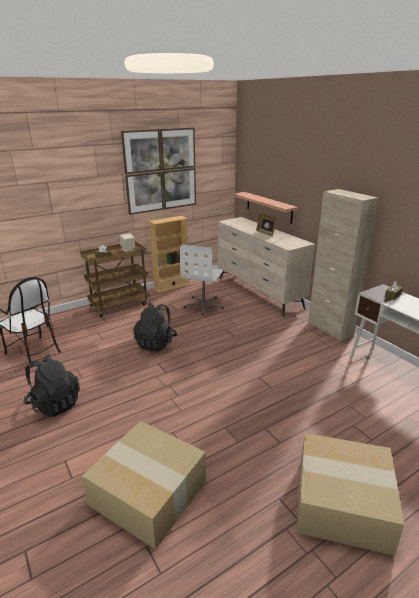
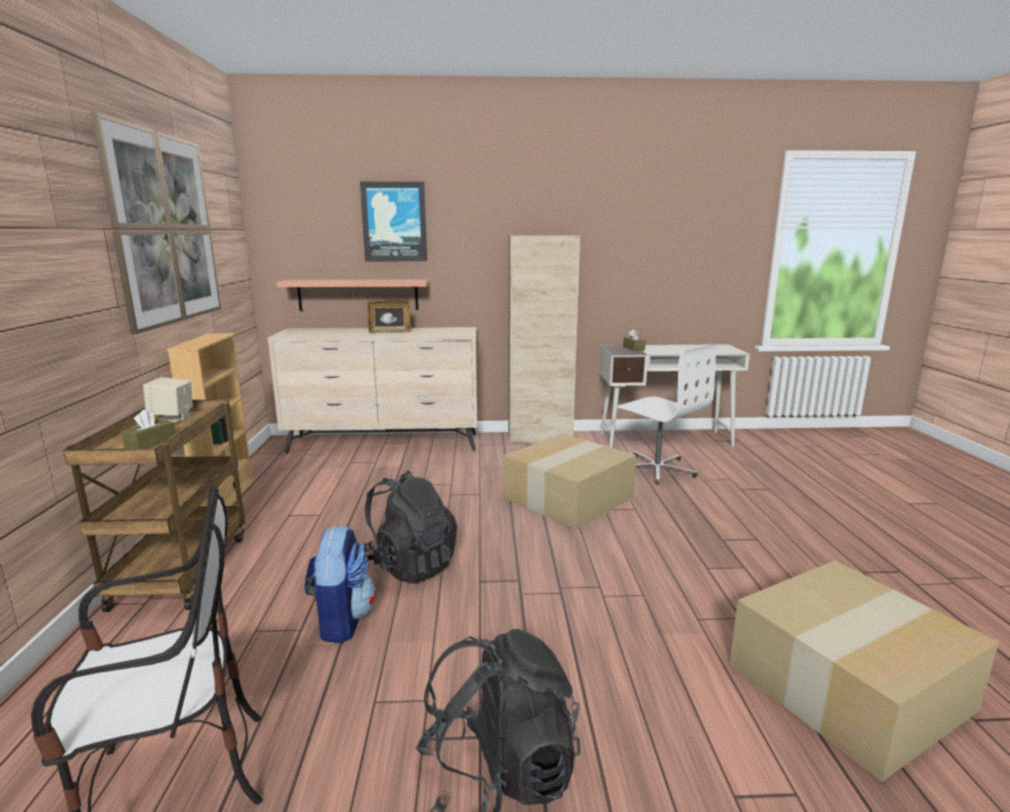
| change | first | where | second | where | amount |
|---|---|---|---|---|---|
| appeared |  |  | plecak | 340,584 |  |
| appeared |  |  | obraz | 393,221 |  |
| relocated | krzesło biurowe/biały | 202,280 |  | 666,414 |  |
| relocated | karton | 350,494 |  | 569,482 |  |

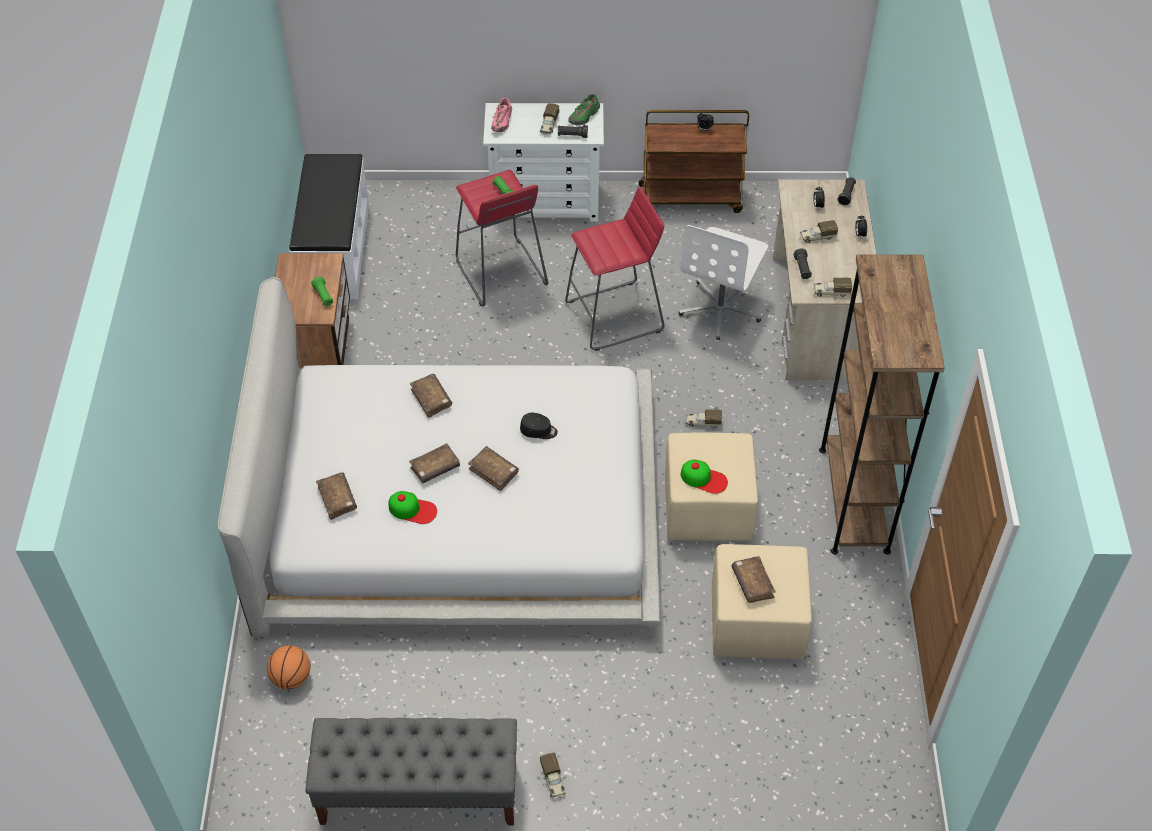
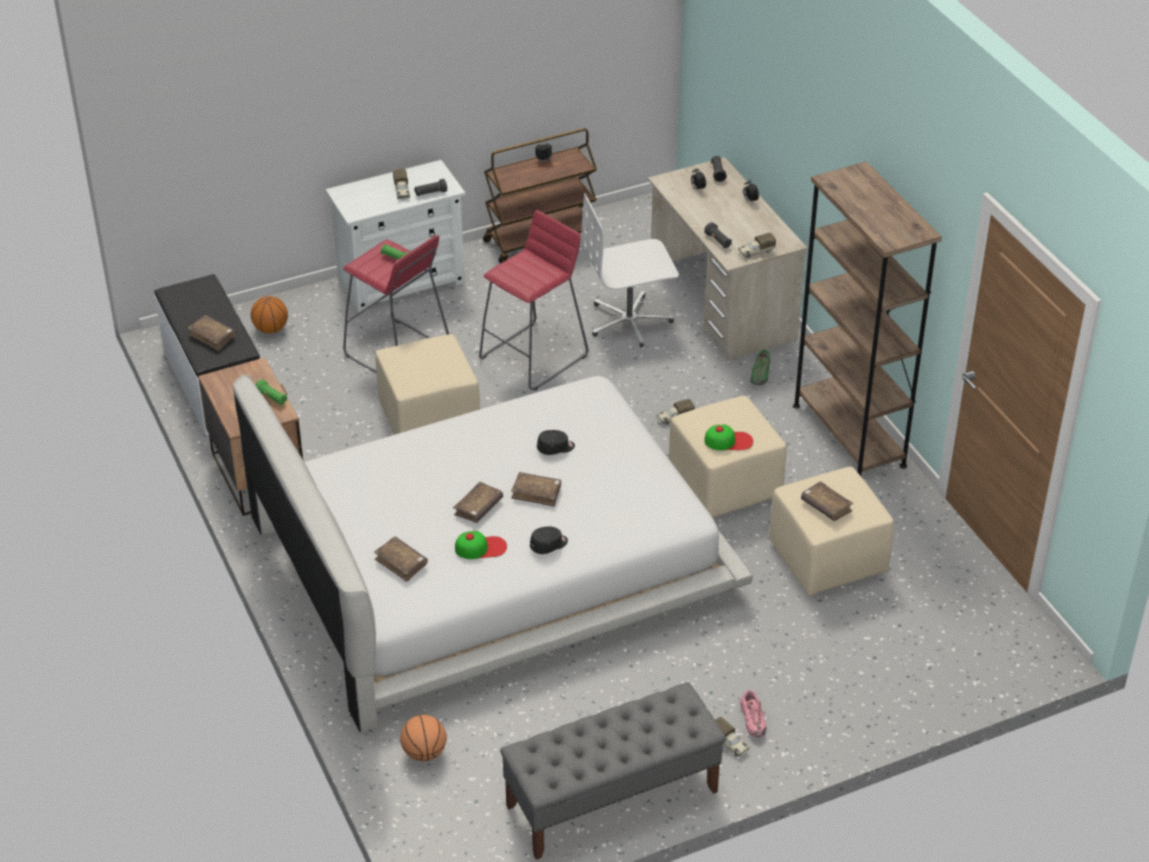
| change | first | where | second | where | amount |
|---|---|---|---|---|---|
| missing | ciężarówka zabawkowa | 819,231 |  |  |  |
| appeared |  |  | piłka do koszykówki | 269,315 |  |
| appeared |  |  | pufa/beżowy | 427,384 |  |
| appeared |  |  | czapka z daszkiem/czarny | 549,540 |  |
| relocated | książka/brązowy | 431,396 |  | 211,333 |  |
| relocated | but/różowy | 501,115 |  | 753,713 |  |
| relocated | but/zielony | 584,110 |  | 760,367 |  |
| spun | krzesło biurowe/biały | 723,282 |  | 630,270 | 75 degrees clockwise |

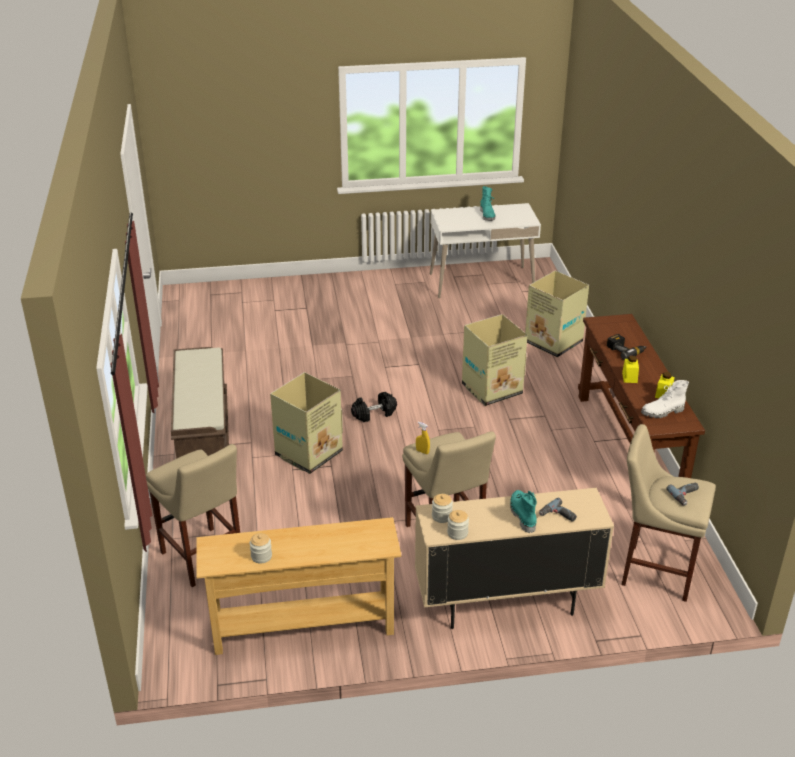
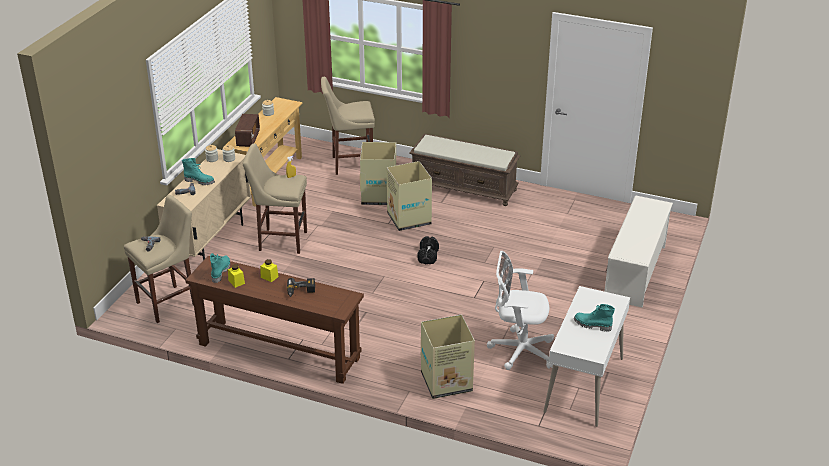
| change | first | where | second | where | amount |
|---|---|---|---|---|---|
| appeared |  |  | radio | 247,130 |  |
| appeared |  |  | krzesło biurowe/biały | 520,310 |  |
| appeared |  |  | regał na buty/biały | 638,252 |  |
| relocated | karton | 494,360 |  | 378,173 |  |
| colour | but z cholewką/biały | 665,399 | but z cholewką/turkusowy | 220,268 |  |

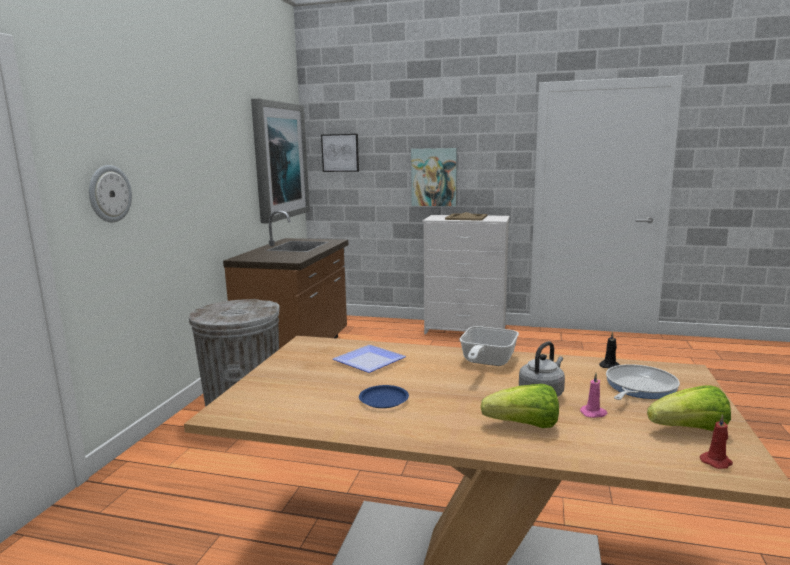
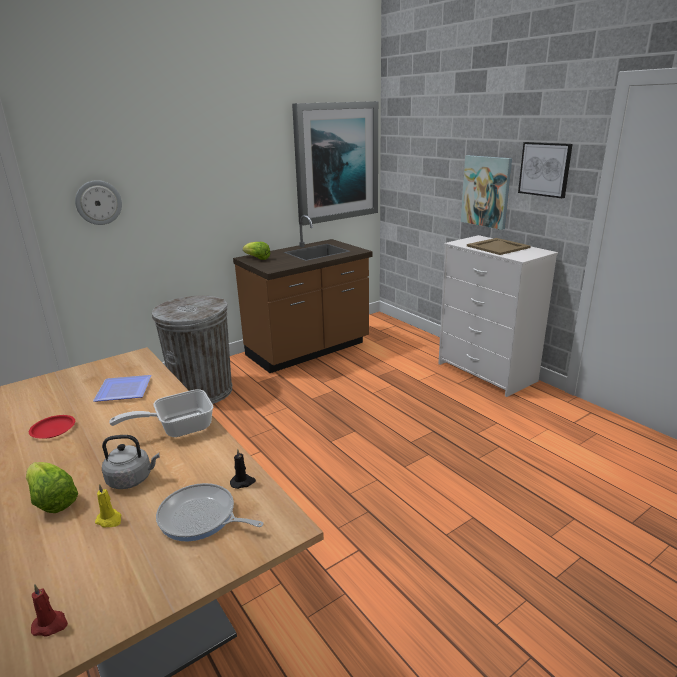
| change | first | where | second | where | amount |
|---|---|---|---|---|---|
| relocated | obraz | 340,153 |  | 545,170 |  |
| relocated | sałata | 689,408 |  | 256,251 |  |
| colour | talerz/niebieski | 384,396 | talerz/czerwony | 52,427 |  |
| colour | świeca/różowy | 594,395 | świeca/żółty | 108,506 |  |
| spun | patelnia | 643,382 |  | 210,512 | 150 degrees counterclockwise |

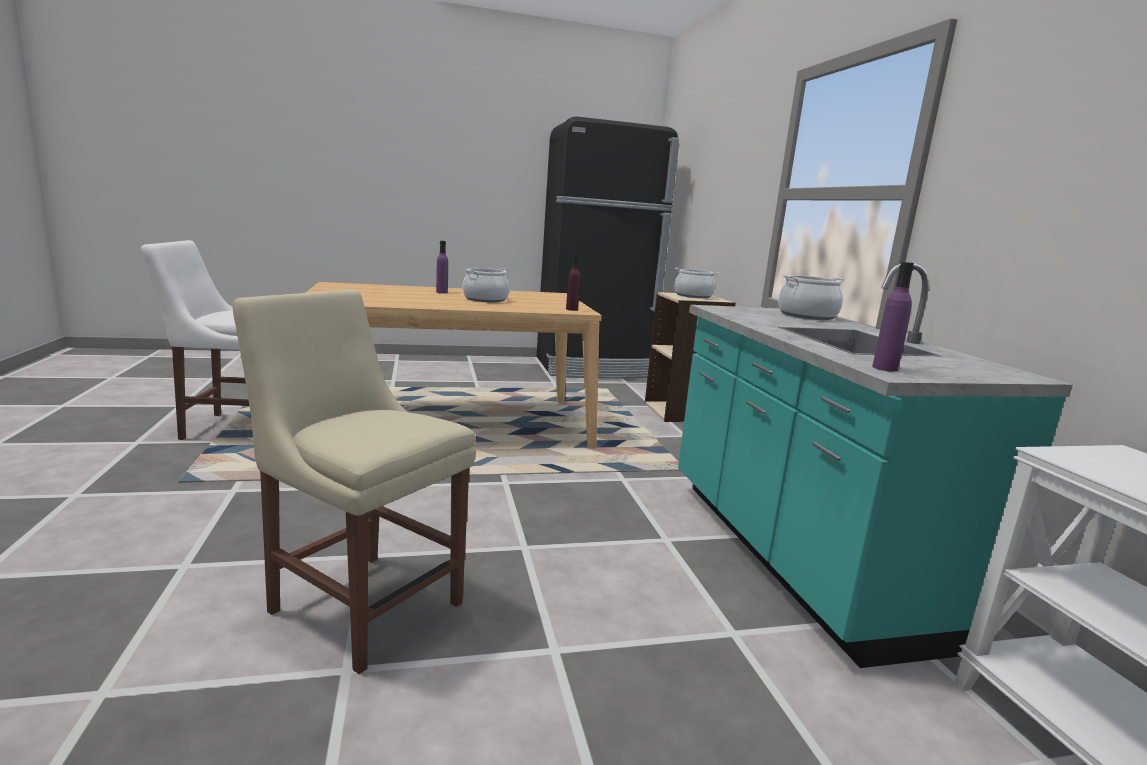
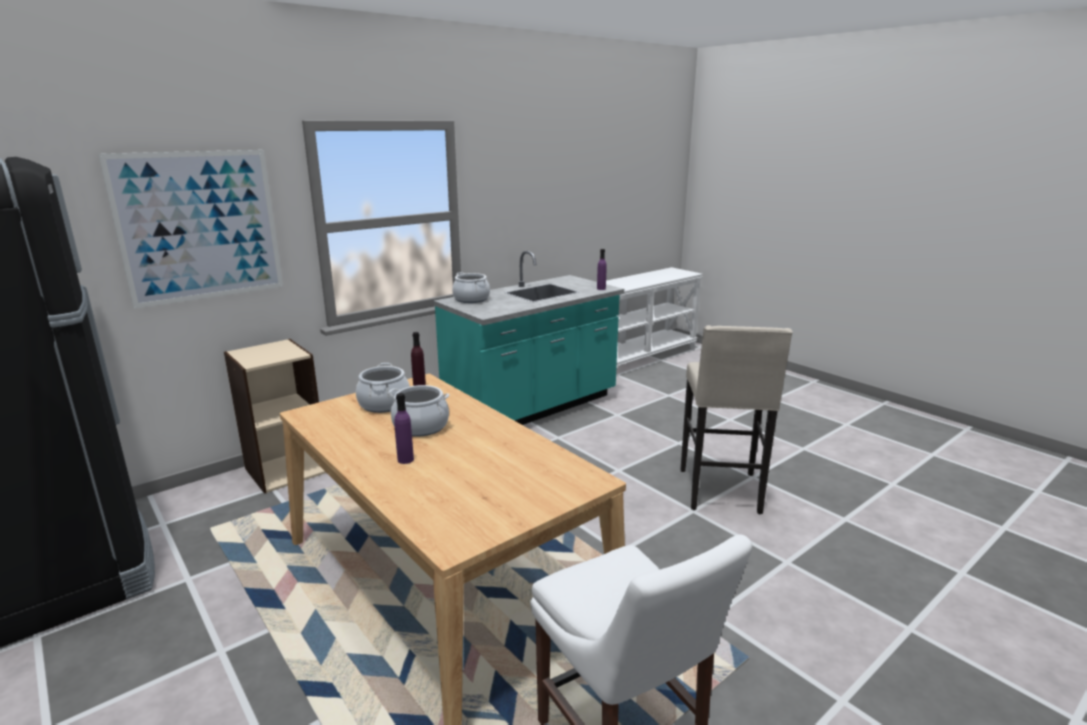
| change | first | where | second | where | amount |
|---|---|---|---|---|---|
| appeared |  |  | obraz | 190,229 |  |
| relocated | garnek | 697,283 |  | 383,388 |  |
| exchanged | krzesło/beżowy | 354,481 | stołek/beżowy | 737,419 |  |

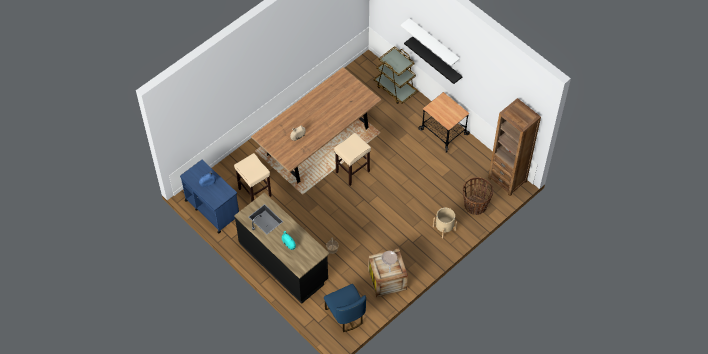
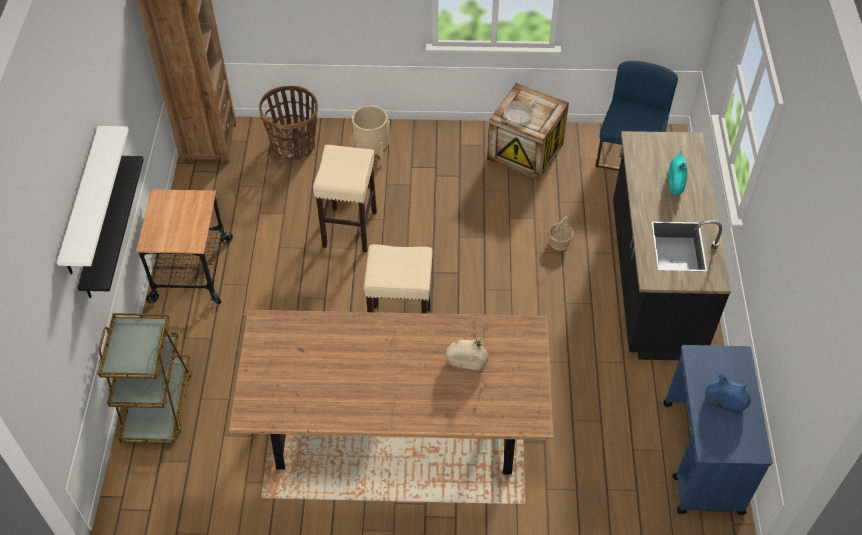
| change | first | where | second | where | amount |
|---|---|---|---|---|---|
| relocated | stołek/beżowy | 253,177 |  | 345,199 |  |

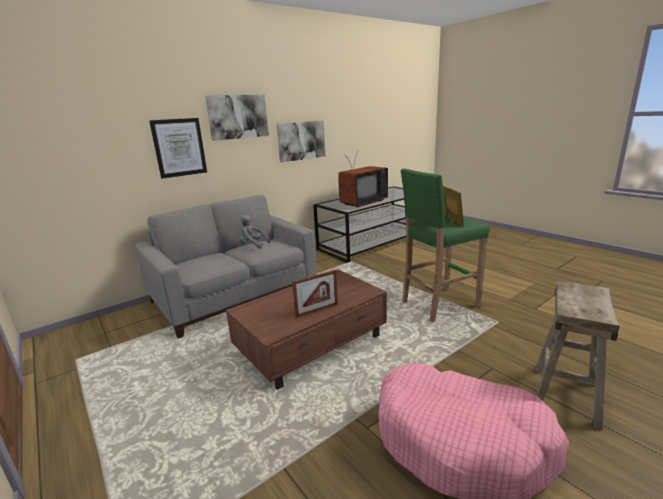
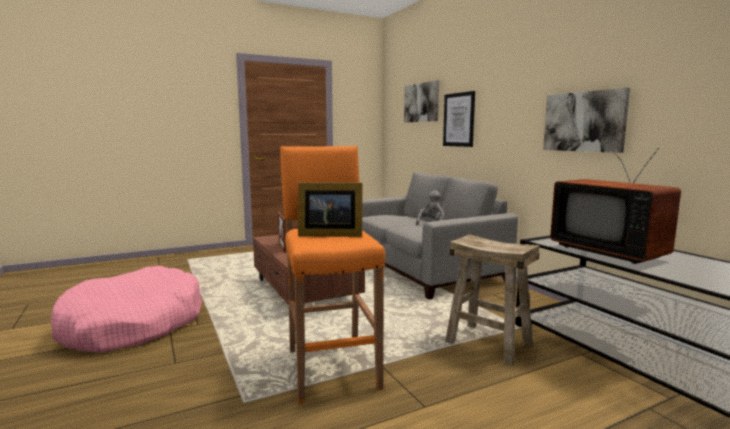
| change | first | where | second | where | amount |
|---|---|---|---|---|---|
| relocated | obraz | 237,117 |  | 421,101 |  |
| relocated | stołek/beżowy | 577,355 |  | 492,300 |  |
| colour | stołek/zielony | 445,245 | stołek/pomarańczowy | 332,274 |  |

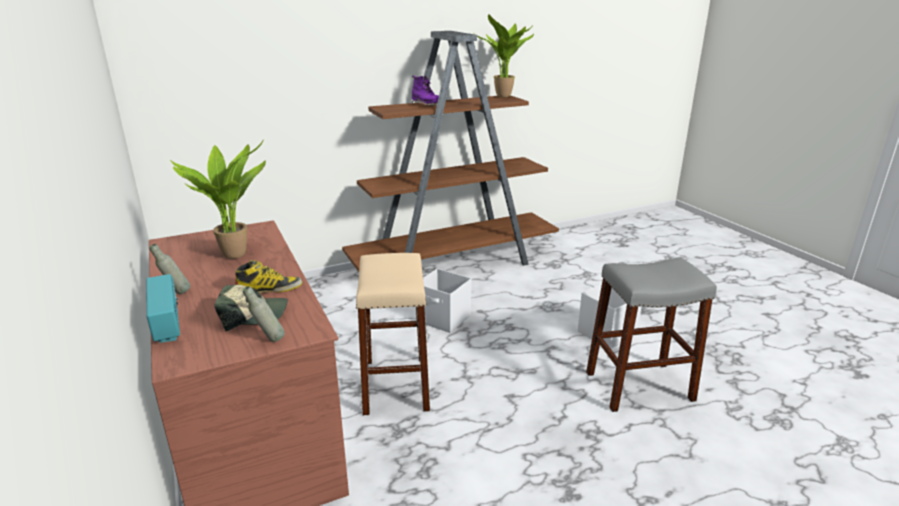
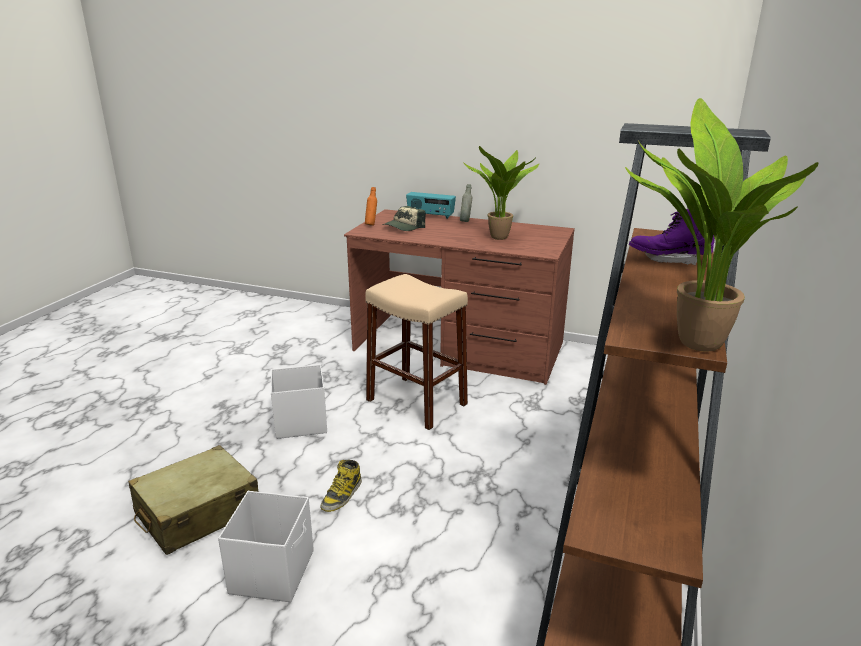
| change | first | where | second | where | amount |
|---|---|---|---|---|---|
| relocated | but z cholewką | 269,276 |  | 341,486 |  |
| relocated | pojemnik do przechowywania/biały | 444,300 |  | 299,401 |  |
| exchanged | stołek/szary | 651,334 | walizka/beżowy | 193,500 |  |
| colour | butelka/szary | 264,314 | butelka/pomarańczowy | 371,206 |  |

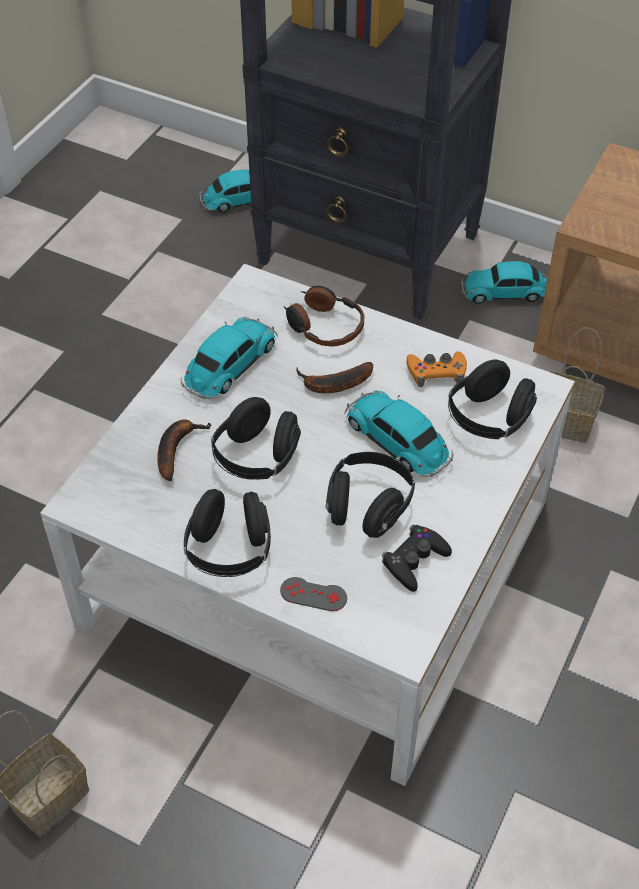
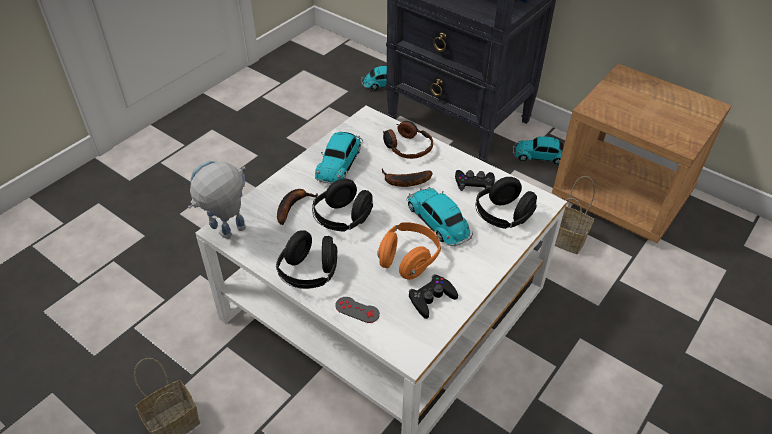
| change | first | where | second | where | amount |
|---|---|---|---|---|---|
| appeared |  |  | robot zabawkowy | 217,200 |  |
| colour | słuchawki/czarny | 370,495 | słuchawki/pomarańczowy | 409,251 |  |
| colour | pad do gier/pomarańczowy | 437,369 | pad do gier/czarny | 475,180 |  |
| spun | samochodzik | 229,358 |  | 339,158 | 150 degrees clockwise |

